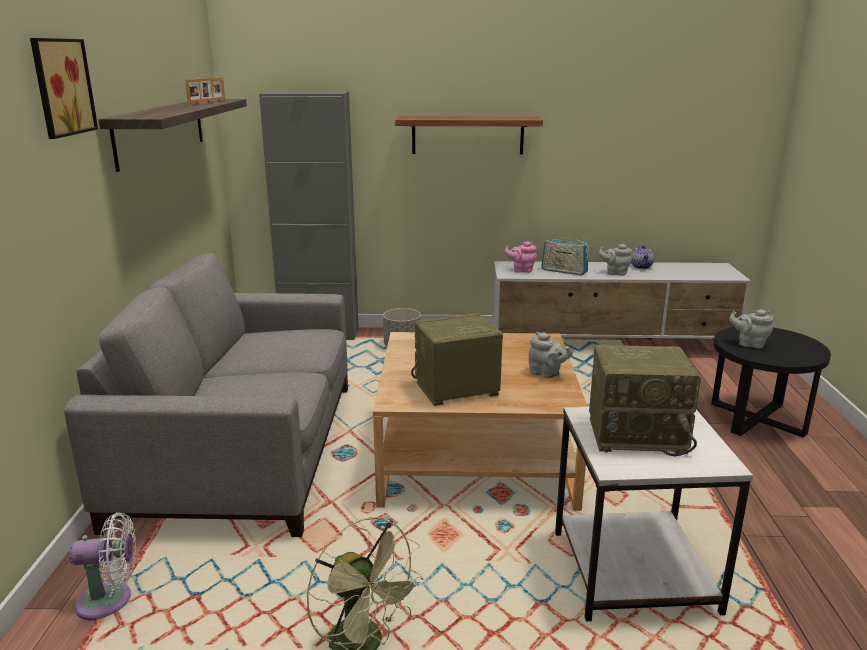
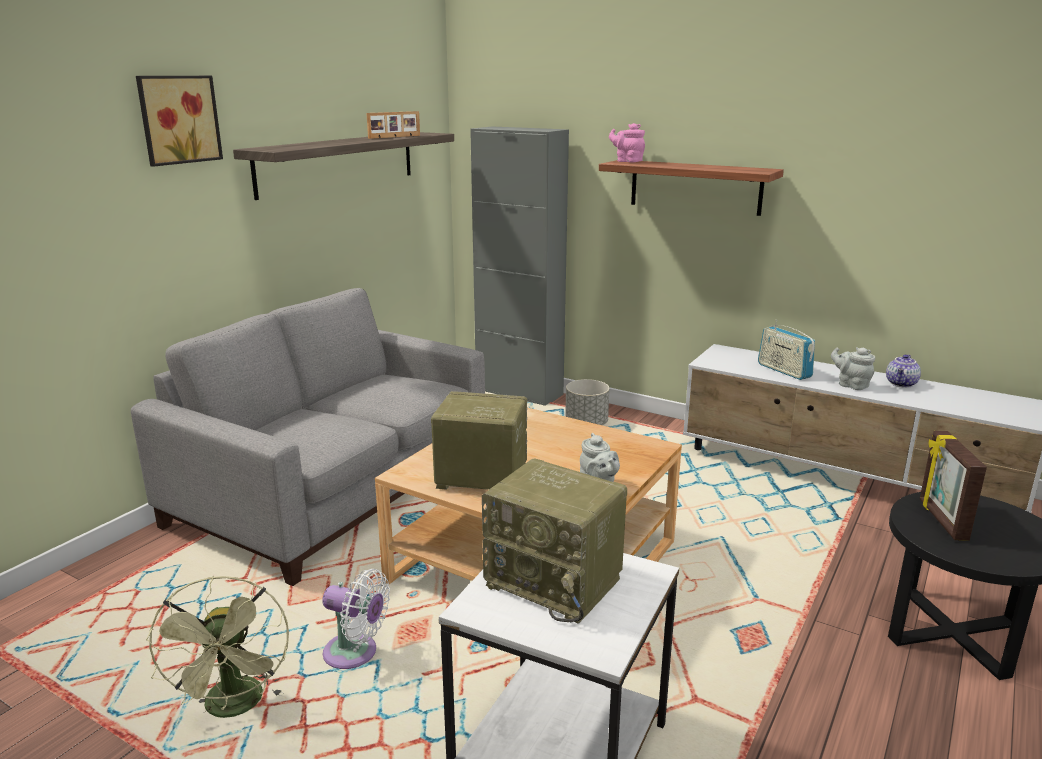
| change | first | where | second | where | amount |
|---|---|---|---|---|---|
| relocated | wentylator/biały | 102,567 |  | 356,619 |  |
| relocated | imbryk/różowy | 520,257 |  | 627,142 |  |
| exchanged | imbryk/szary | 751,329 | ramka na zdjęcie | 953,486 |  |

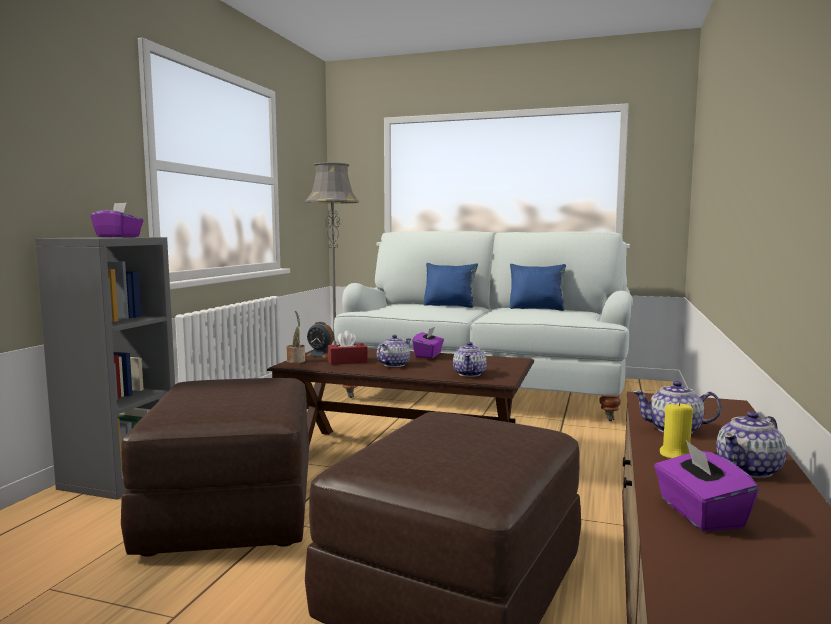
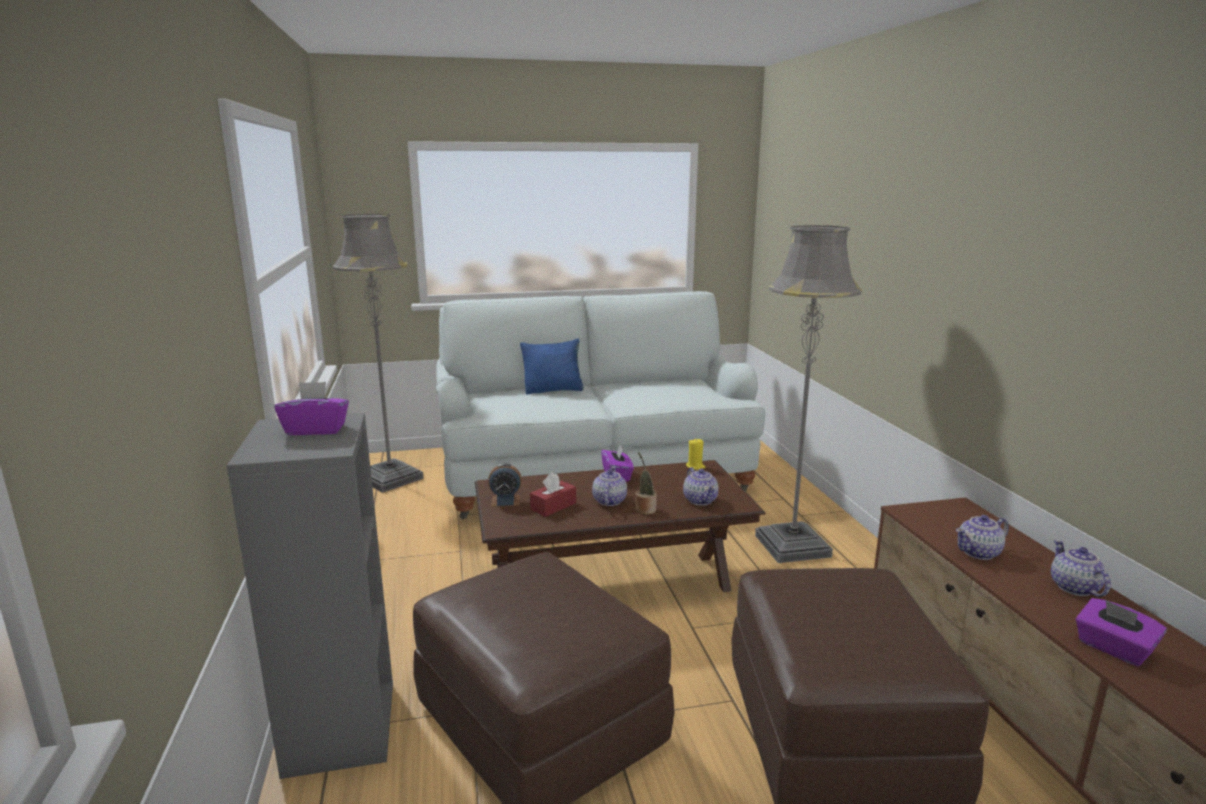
| change | first | where | second | where | amount |
|---|---|---|---|---|---|
| missing | poduszka/niebieski | 538,287 |  |  |  |
| appeared |  |  | lampa stojąca/szary | 808,394 |  |
| relocated | roślina doniczkowa | 295,337 |  | 646,483 |  |
| relocated | świeca/żółty | 676,430 |  | 695,454 |  |
| spun | imbryk | 751,444 |  | 1081,568 | 150 degrees clockwise |

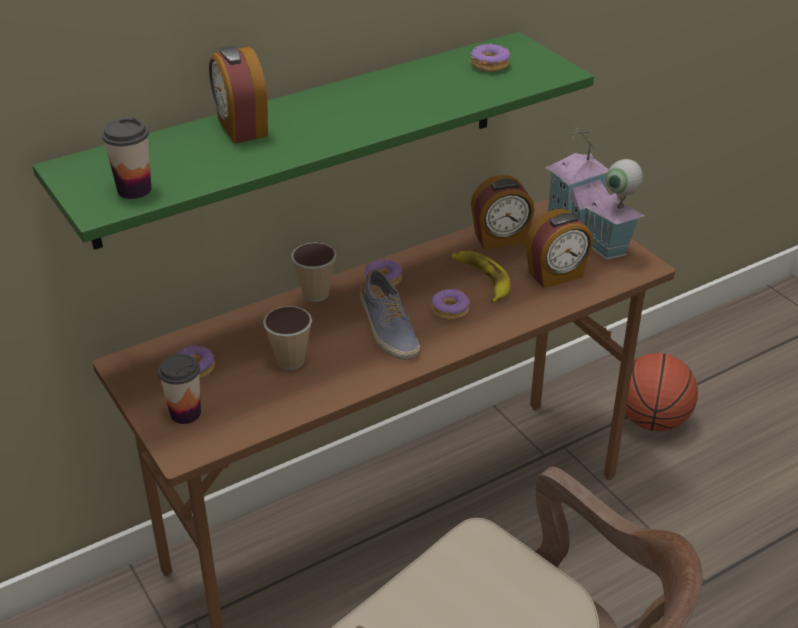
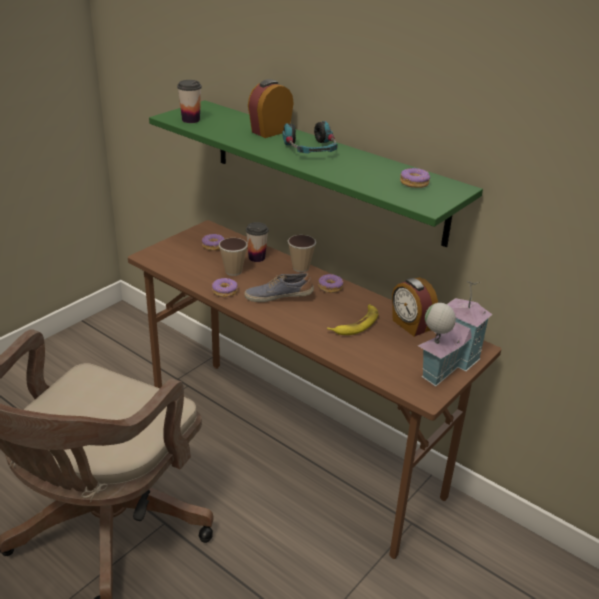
| change | first | where | second | where | amount |
|---|---|---|---|---|---|
| missing | budzik | 559,248 |  |  |  |
| missing | piłka do koszykówki | 661,392 |  |  |  |
| appeared |  |  | słuchawki | 310,137 |  |
| relocated | filiżanka | 179,389 |  | 257,242 |  |
| relocated | donut | 450,304 |  | 225,287 |  |
| spun | but | 390,314 |  | 279,287 | 45 degrees clockwise |

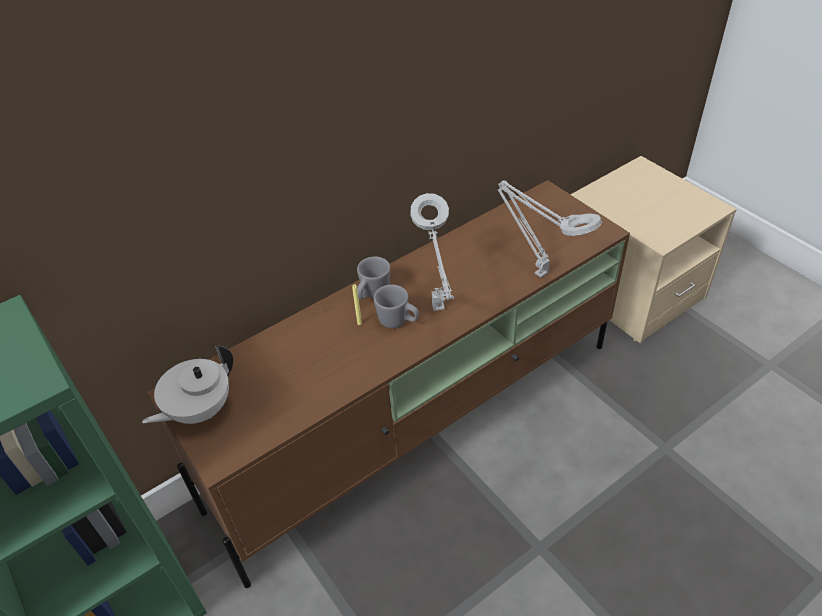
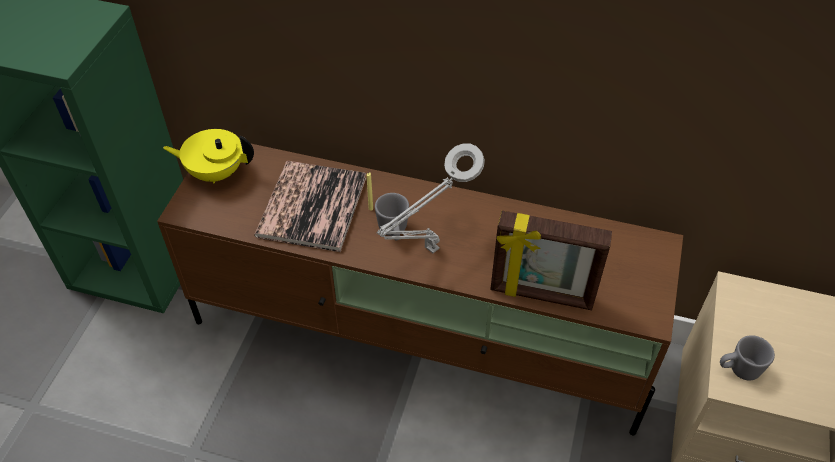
| change | first | where | second | where | amount |
|---|---|---|---|---|---|
| appeared |  |  | książka | 310,206 |  |
| relocated | kubek/szary | 373,278 |  | 747,357 |  |
| exchanged | lampa stołowa/szary | 550,229 | ramka na zdjęcie | 551,260 |  |
| colour | imbryk/biały | 187,385 | imbryk/żółty | 208,156 |  |

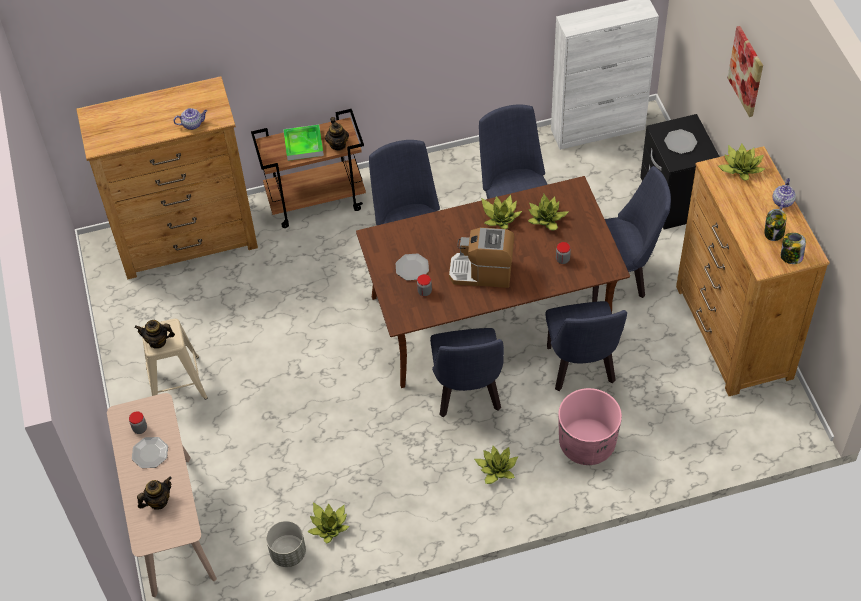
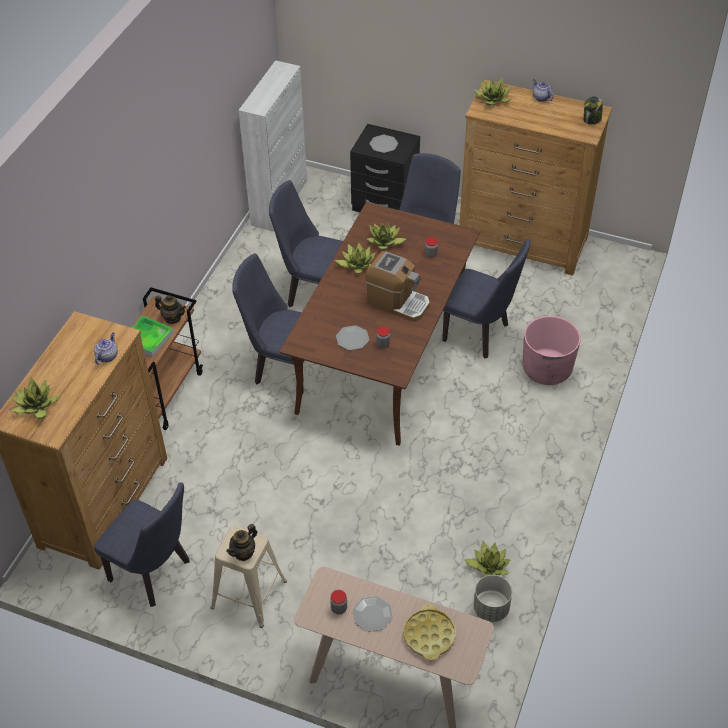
| change | first | where | second | where | amount |
|---|---|---|---|---|---|
| missing | obraz | 745,71 |  |  |  |
| missing | słoik | 775,225 |  |  |  |
| relocated | krzesło/niebieski | 467,372 |  | 142,544 |  |
| relocated | roślina doniczkowa | 496,465 |  | 36,398 |  |
| exchanged | imbryk | 154,493 | taca/żółty | 430,632 |  |
| spun | ekspres do kawy | 481,257 |  | 397,286 | 105 degrees counterclockwise |

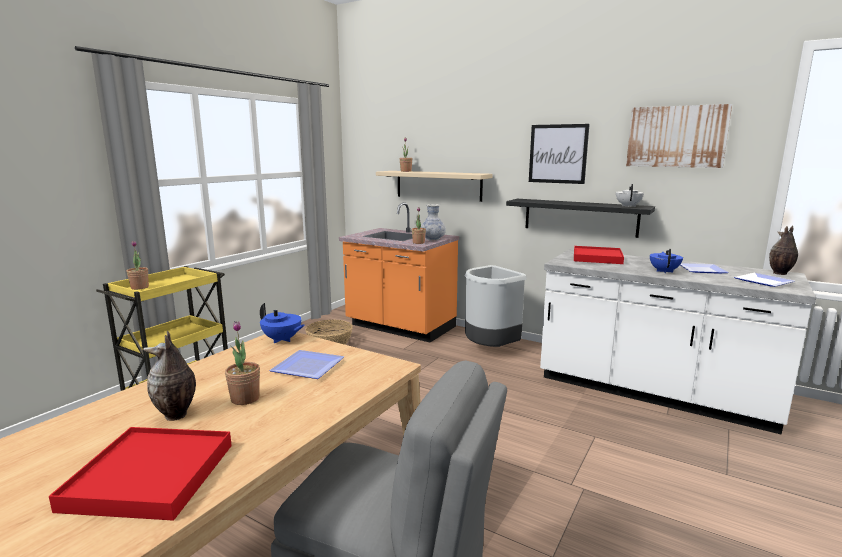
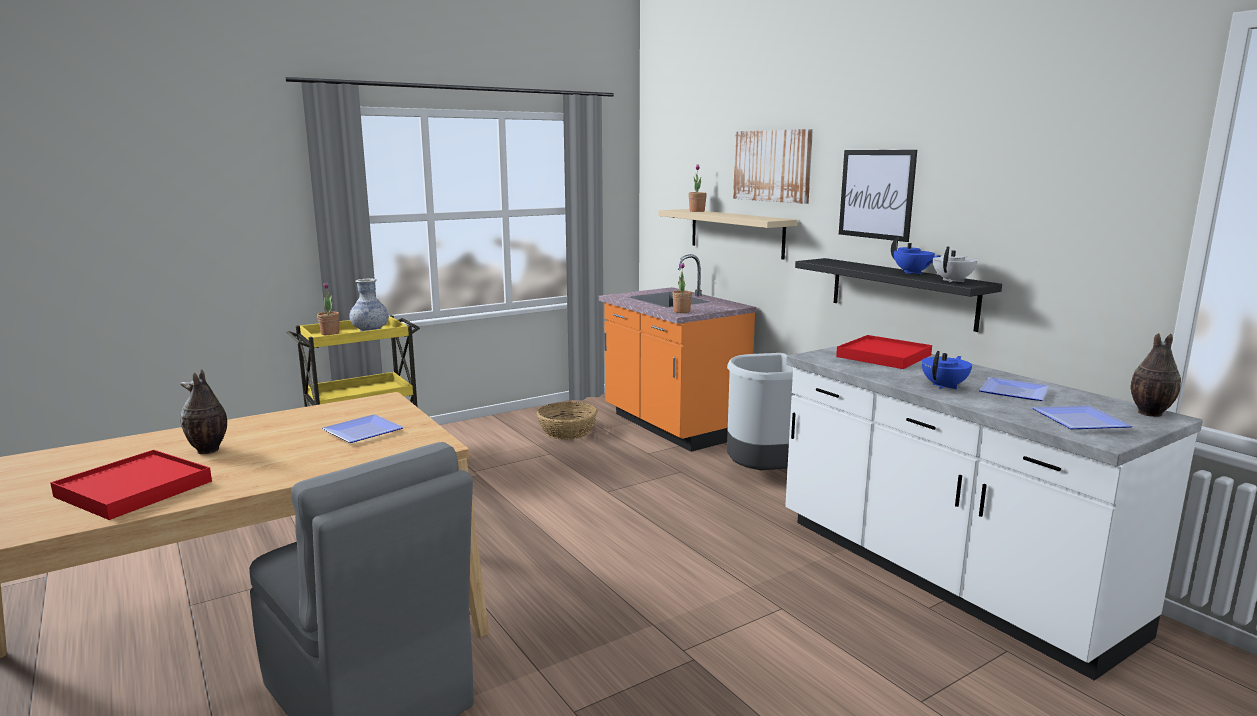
| change | first | where | second | where | amount |
|---|---|---|---|---|---|
| missing | roślina doniczkowa | 242,363 |  |  |  |
| relocated | imbryk/niebieski | 282,323 |  | 916,255 |  |
| relocated | wazon | 433,222 |  | 369,304 |  |
| relocated | obraz | 679,136 |  | 773,166 |  |

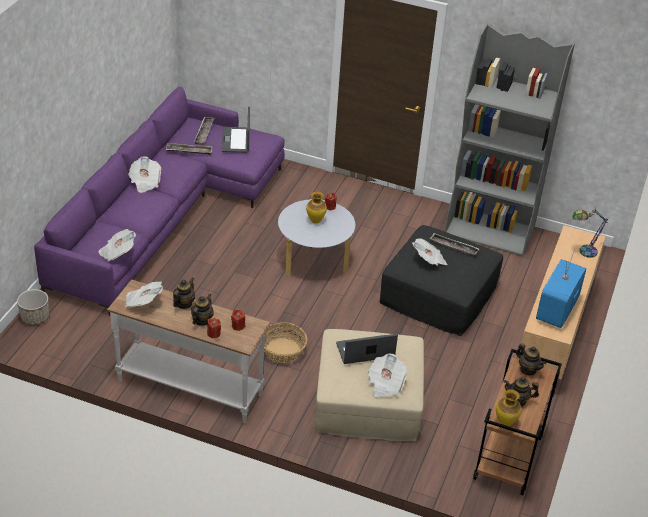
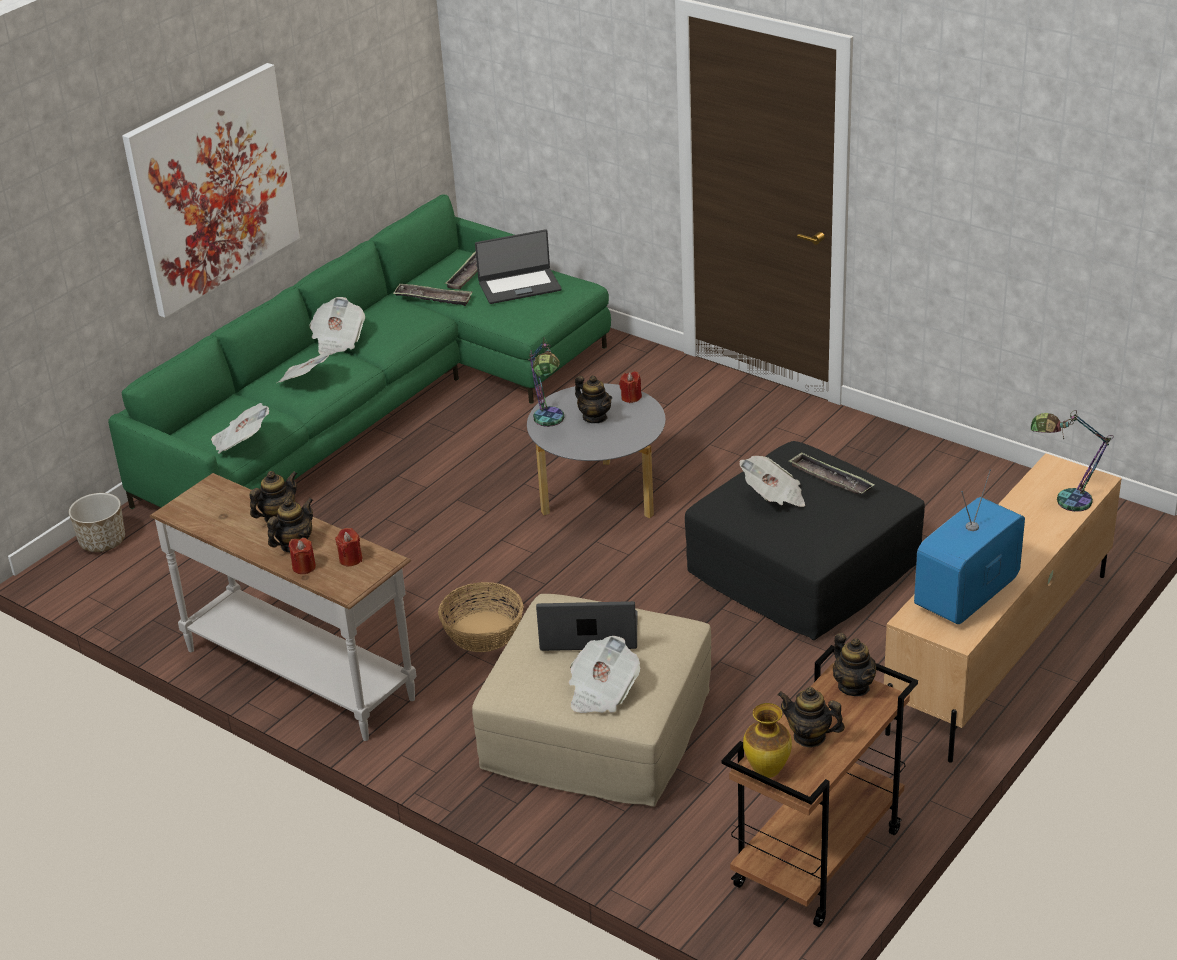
| change | first | where | second | where | amount |
|---|---|---|---|---|---|
| missing | regał/szary | 510,139 |  |  |  |
| appeared |  |  | obraz | 211,190 |  |
| appeared |  |  | lampa stołowa | 546,382 |  |
| relocated | gazeta | 144,294 |  | 304,367 |  |
| exchanged | wazon | 316,207 | imbryk | 593,399 |  |
| colour | kanapa/fioletowy | 159,201 | kanapa/zielony | 359,351 |  |
| spun | laptop | 236,130 |  | 518,266 | 120 degrees counterclockwise |

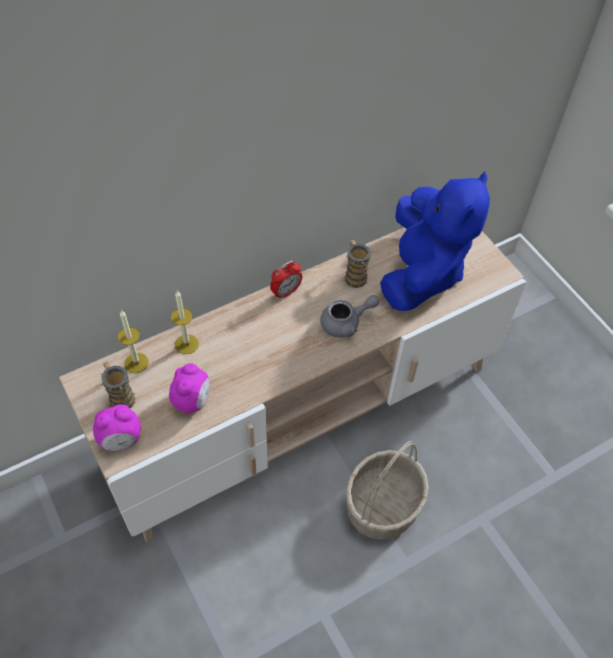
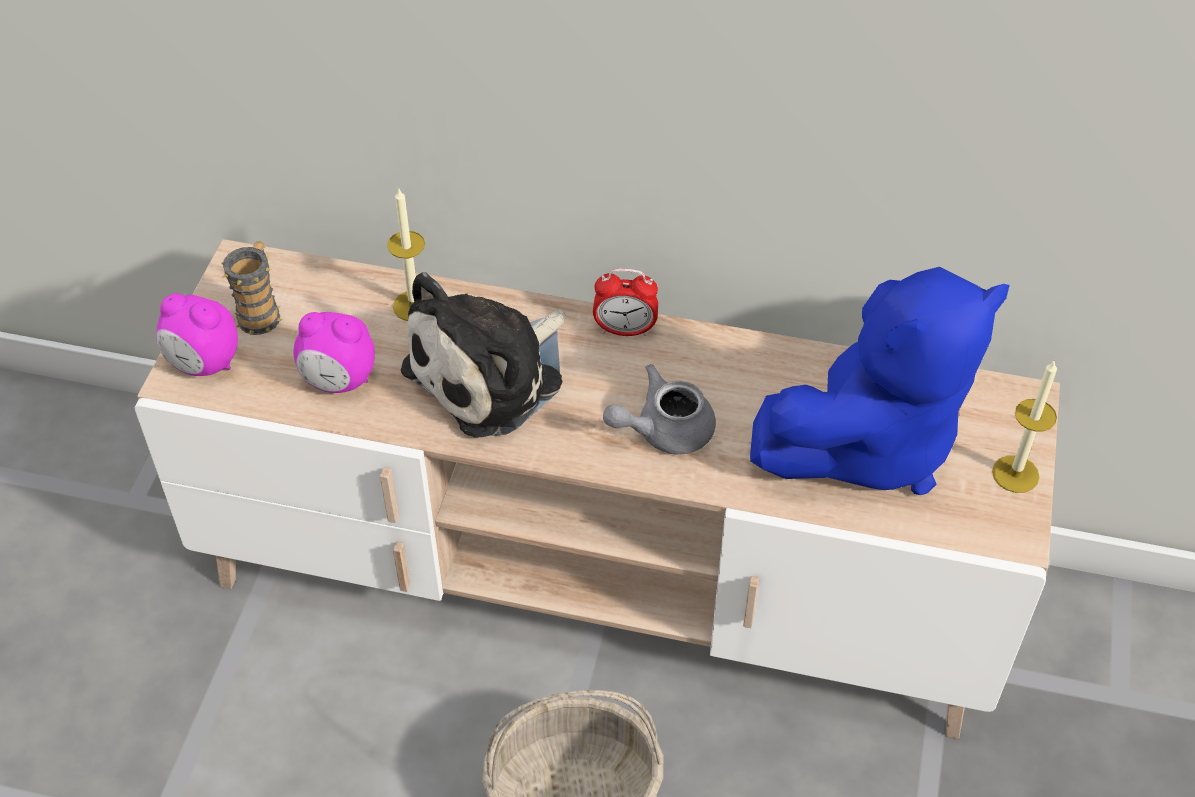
| change | first | where | second | where | amount |
|---|---|---|---|---|---|
| missing | kubek | 358,264 |  |  |  |
| appeared |  |  | pluszak | 483,355 |  |
| relocated | świeca | 133,341 |  | 1024,426 |  |
| spun | budzik | 189,388 |  | 334,352 | 45 degrees clockwise |
| spun | imbryk/szary | 350,316 |  | 659,409 | 135 degrees clockwise |

